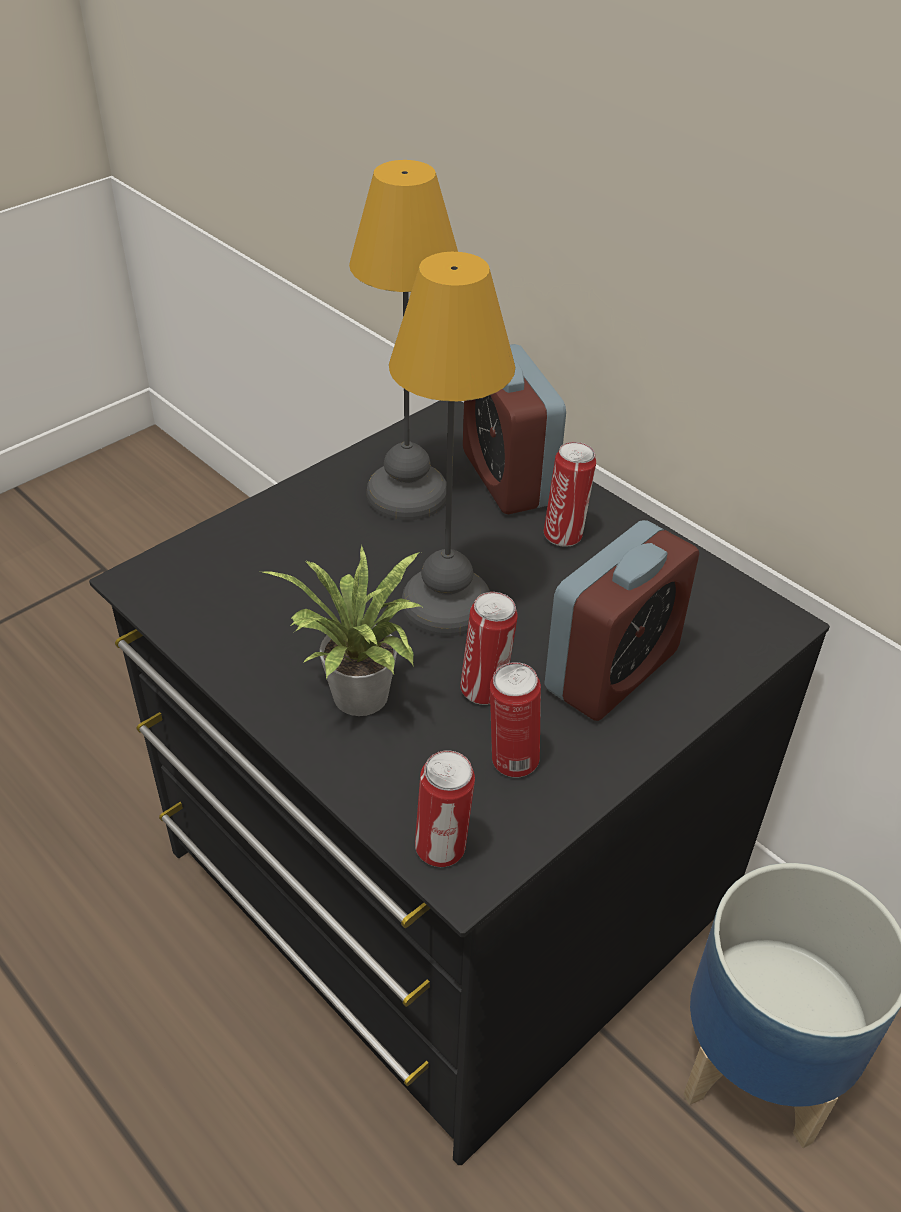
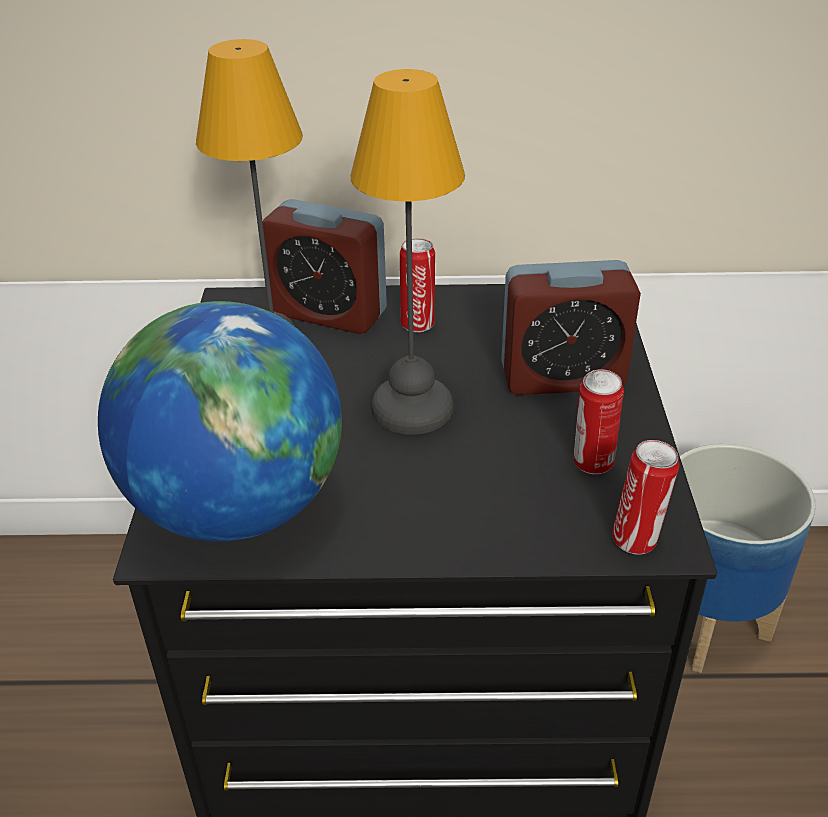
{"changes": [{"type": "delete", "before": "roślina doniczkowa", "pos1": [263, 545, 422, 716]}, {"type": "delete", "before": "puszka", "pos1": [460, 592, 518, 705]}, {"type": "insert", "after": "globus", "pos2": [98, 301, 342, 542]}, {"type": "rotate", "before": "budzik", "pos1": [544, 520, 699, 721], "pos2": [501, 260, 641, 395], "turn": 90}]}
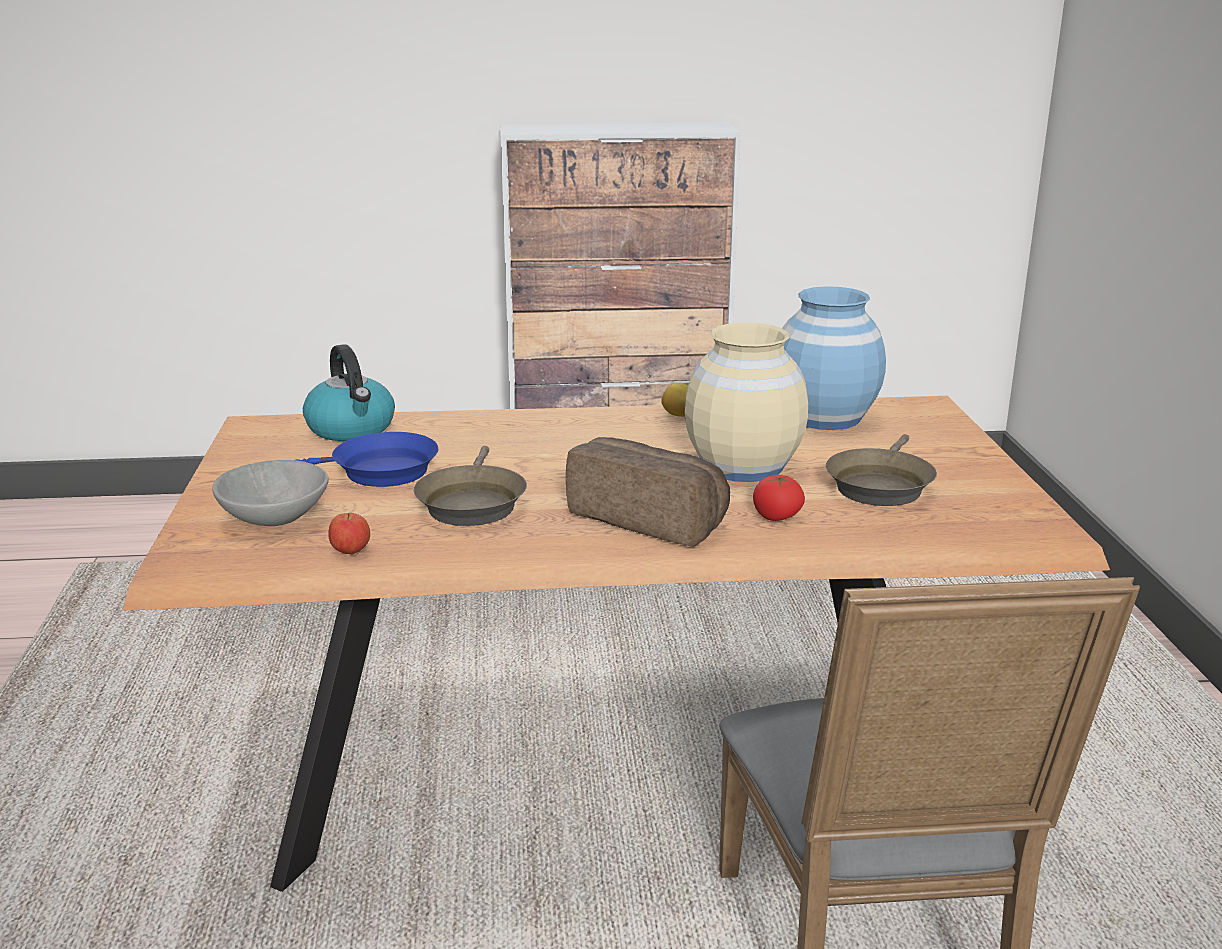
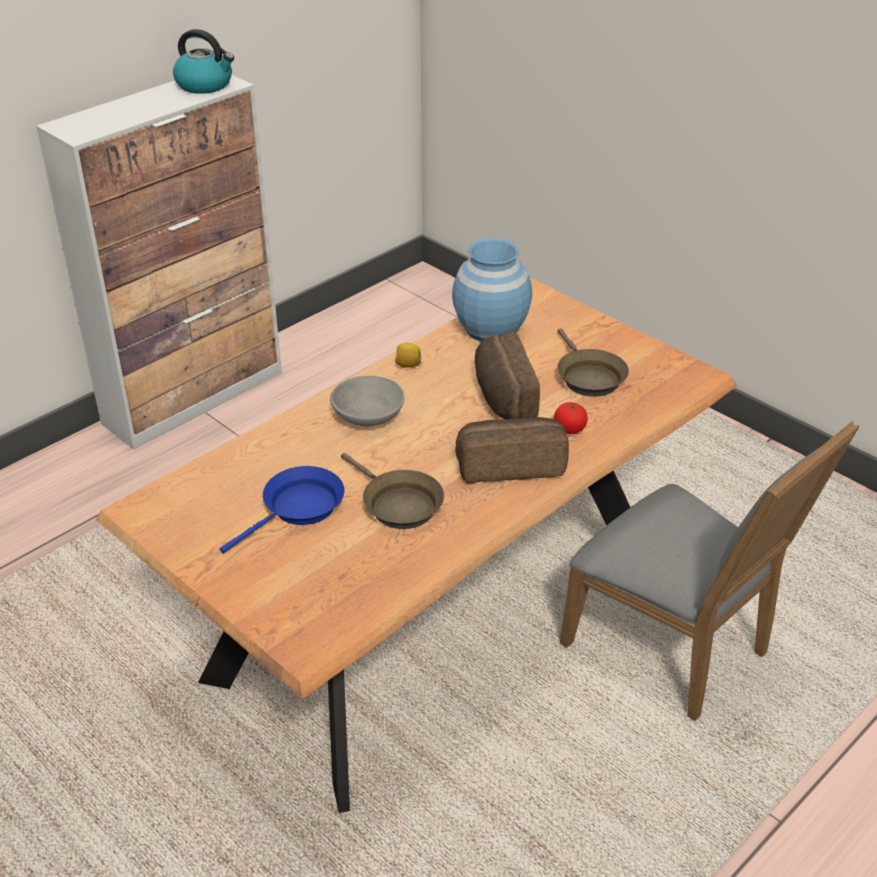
{"changes": [{"type": "delete", "before": "jabłko", "pos1": [328, 513, 370, 555]}, {"type": "move", "before": "miska/szary", "pos1": [212, 460, 329, 526], "pos2": [330, 376, 405, 426]}, {"type": "move", "before": "czajnik", "pos1": [303, 344, 395, 441], "pos2": [173, 29, 234, 94]}, {"type": "replace", "before": "wazon/beżowy", "after": "chleb", "pos1": [685, 322, 808, 482], "pos2": [475, 332, 540, 419]}]}
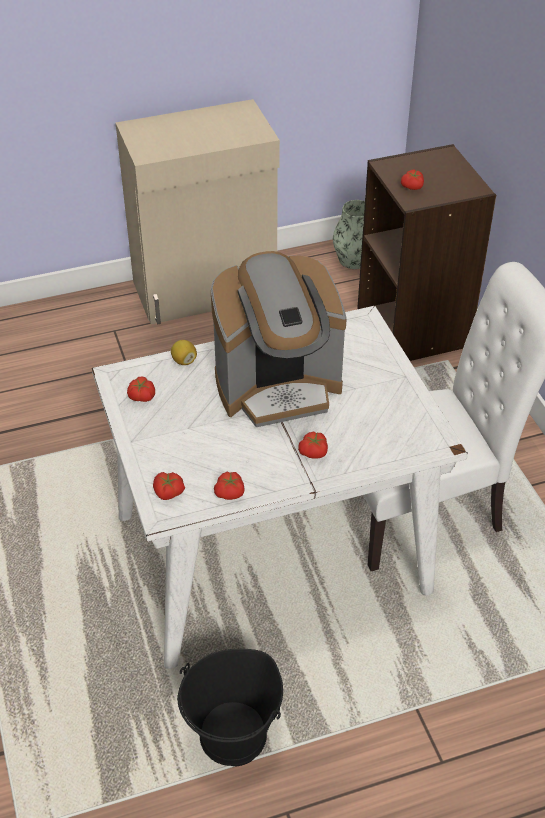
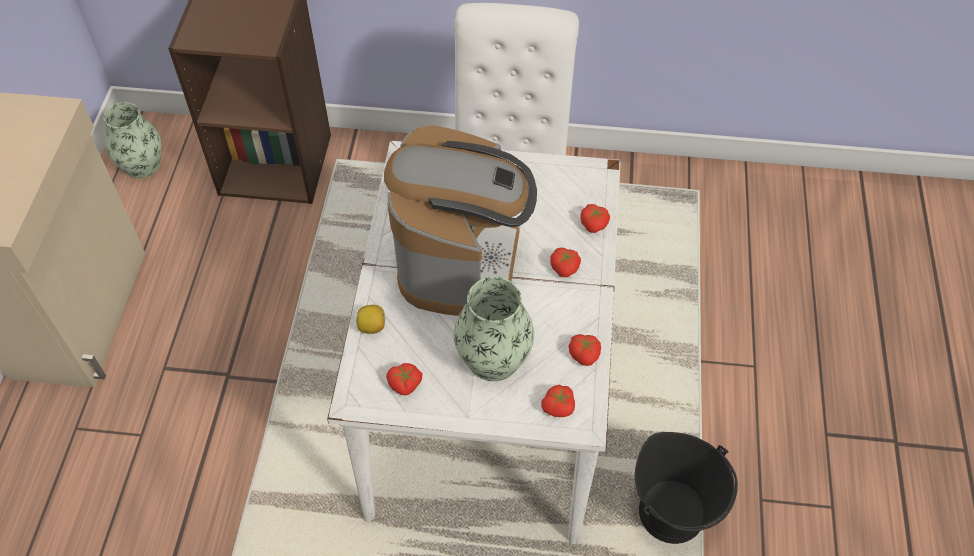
{"changes": [{"type": "insert", "after": "wazon", "pos2": [454, 277, 534, 381]}, {"type": "move", "before": "pomidor", "pos1": [401, 170, 424, 190], "pos2": [580, 204, 610, 233]}]}
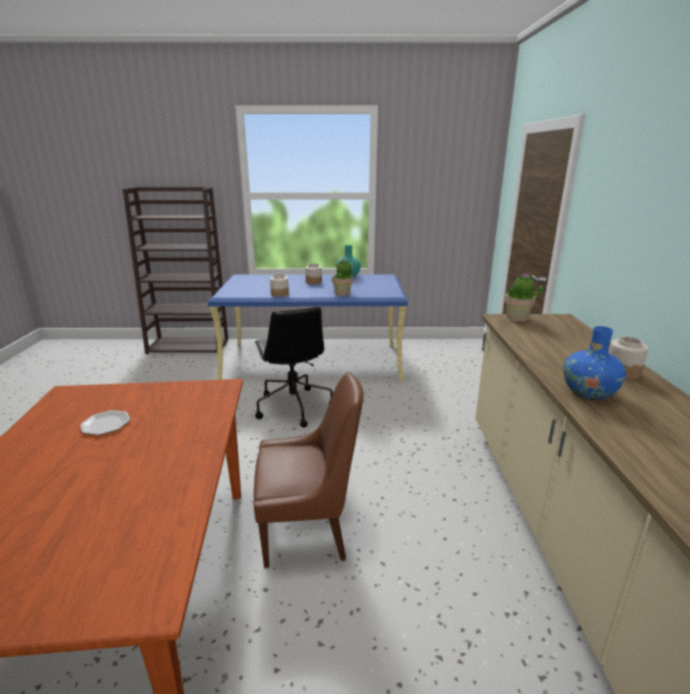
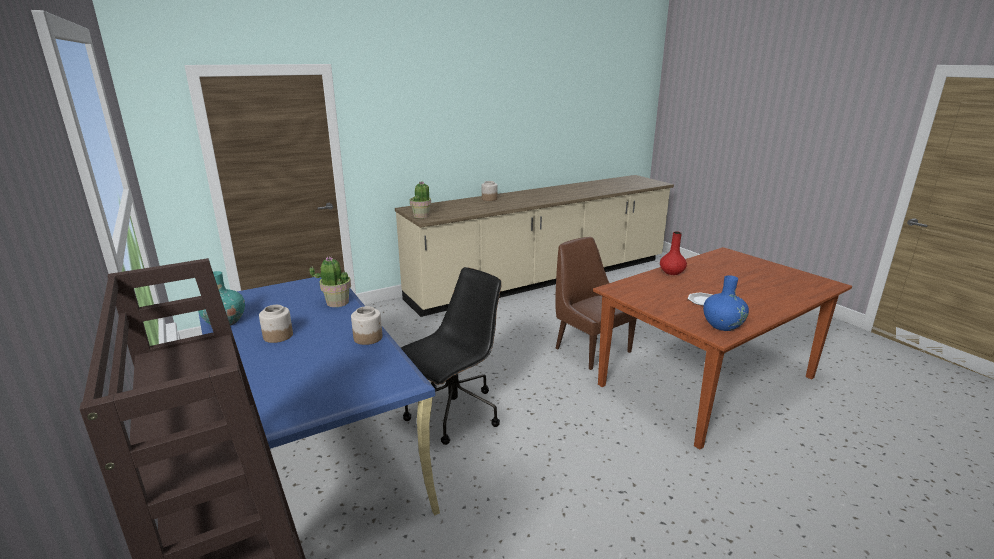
{"changes": [{"type": "insert", "after": "wazon/czerwony", "pos2": [660, 231, 687, 275]}, {"type": "move", "before": "wazon/niebieski", "pos1": [563, 326, 626, 400], "pos2": [703, 275, 749, 331]}]}
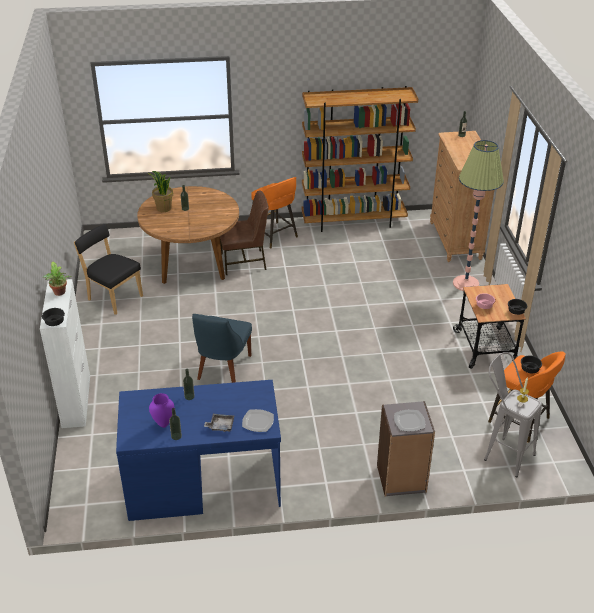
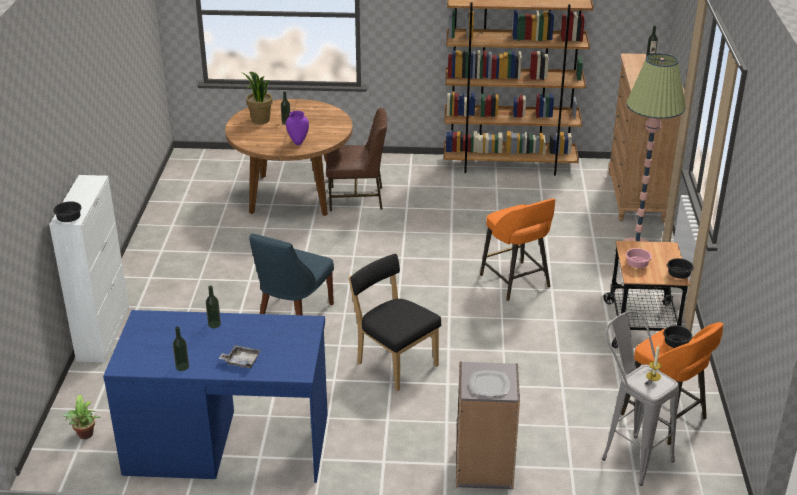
{"changes": [{"type": "delete", "before": "talerz", "pos1": [242, 409, 274, 432]}, {"type": "move", "before": "roślina doniczkowa", "pos1": [43, 261, 72, 296], "pos2": [62, 394, 101, 439]}, {"type": "move", "before": "krzesło/czarny", "pos1": [74, 224, 143, 315], "pos2": [349, 254, 441, 391]}, {"type": "move", "before": "wazon/fioletowy", "pos1": [149, 393, 174, 428], "pos2": [286, 111, 309, 145]}, {"type": "move", "before": "stołek/pomarańczowy", "pos1": [251, 177, 298, 249], "pos2": [480, 199, 555, 301]}]}
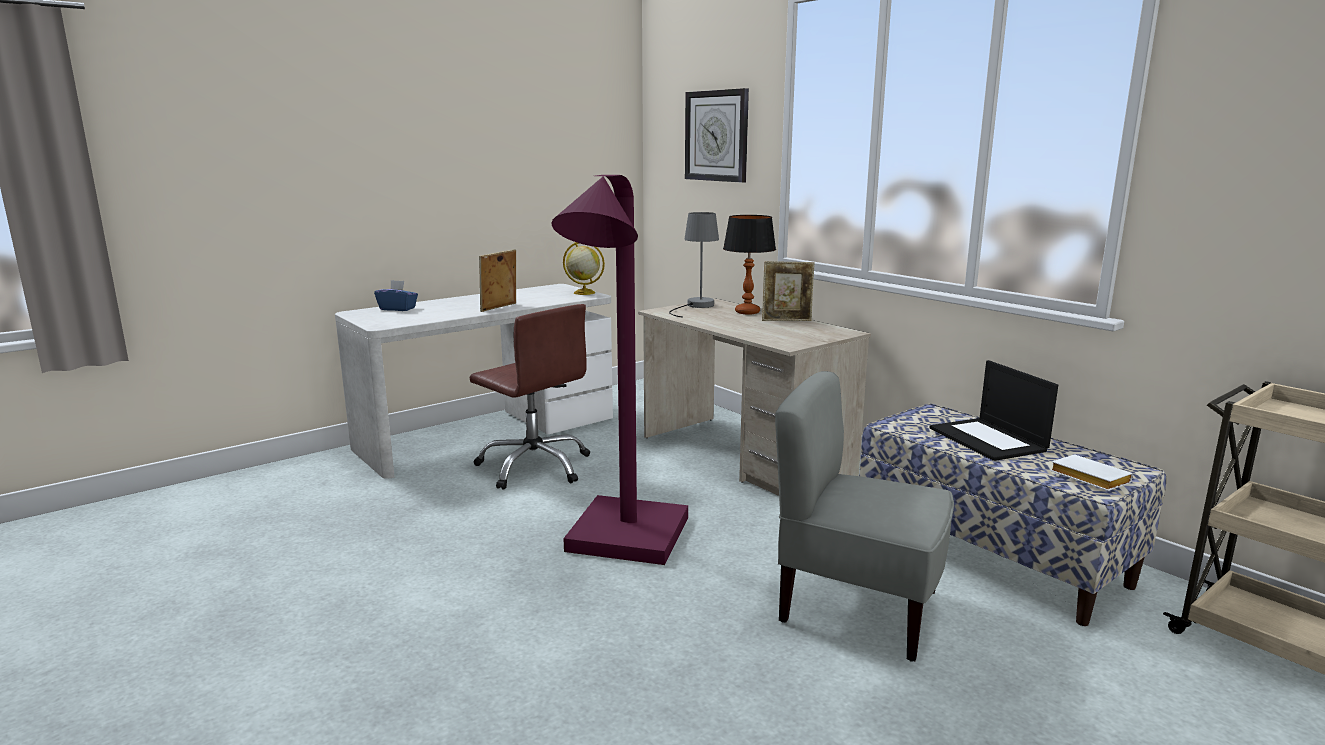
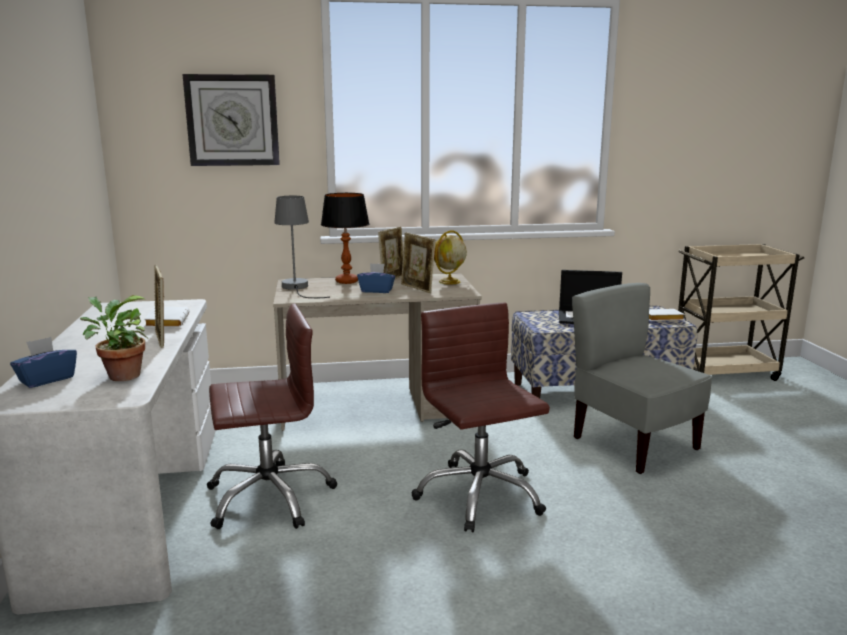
{"changes": [{"type": "insert", "after": "roślina doniczkowa", "pos2": [80, 295, 148, 381]}, {"type": "insert", "after": "książka/biały", "pos2": [144, 307, 189, 327]}, {"type": "insert", "after": "pudełko chusteczek/niebieski", "pos2": [357, 263, 395, 293]}, {"type": "insert", "after": "ramka na zdjęcie", "pos2": [401, 232, 436, 293]}, {"type": "move", "before": "globus", "pos1": [563, 242, 605, 295], "pos2": [434, 230, 467, 285]}, {"type": "replace", "before": "lampa stojąca/fioletowy", "after": "krzesło biurowe/brązowy", "pos1": [551, 175, 688, 565], "pos2": [411, 302, 550, 532]}, {"type": "rotate", "before": "krzesło/szary", "pos1": [775, 371, 954, 662], "pos2": [572, 283, 712, 474], "turn": 90}]}
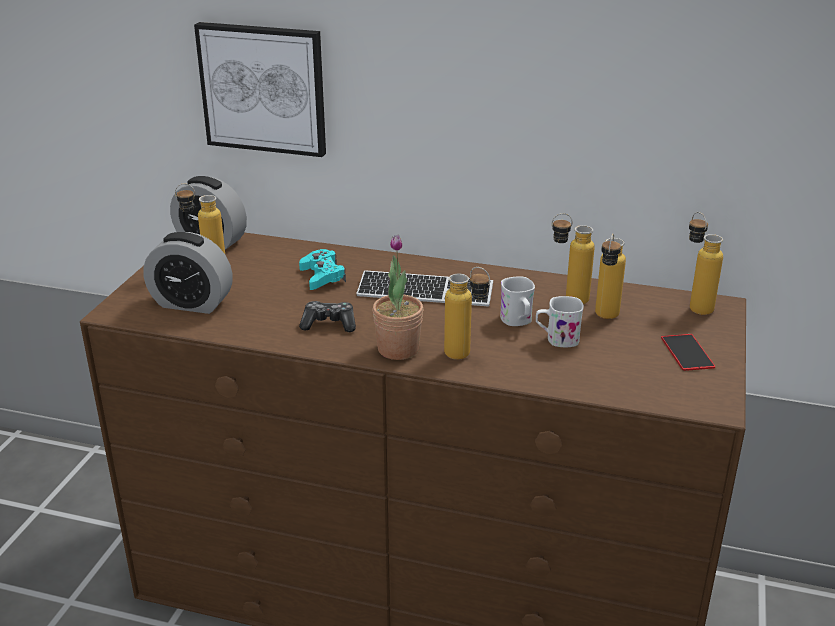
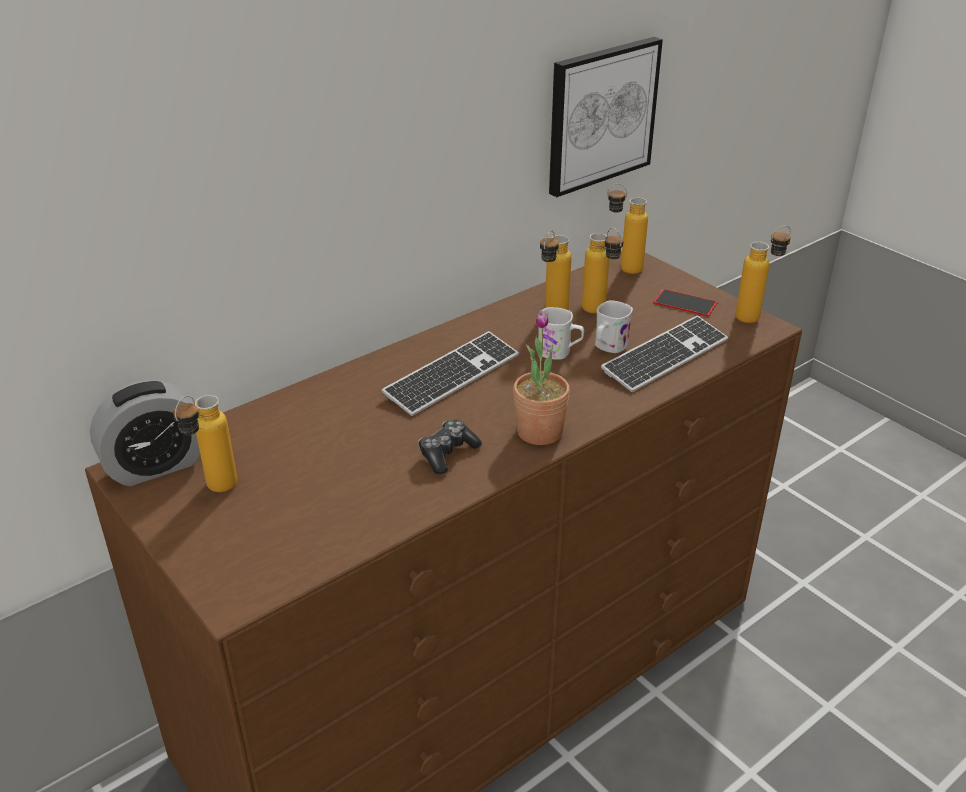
{"changes": [{"type": "delete", "before": "budzik", "pos1": [143, 232, 233, 314]}, {"type": "delete", "before": "pad do gier/turkusowy", "pos1": [299, 249, 346, 290]}, {"type": "insert", "after": "klawiatura", "pos2": [601, 316, 728, 392]}, {"type": "move", "before": "obraz", "pos1": [194, 22, 326, 157], "pos2": [549, 37, 663, 197]}, {"type": "move", "before": "butelka", "pos1": [444, 267, 490, 360], "pos2": [735, 225, 791, 323]}]}
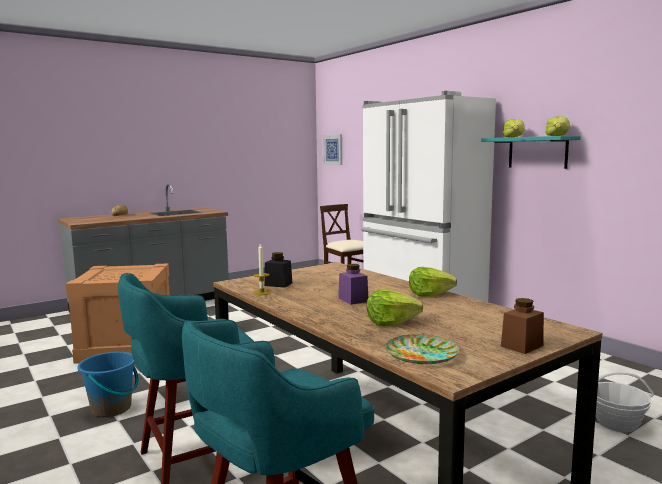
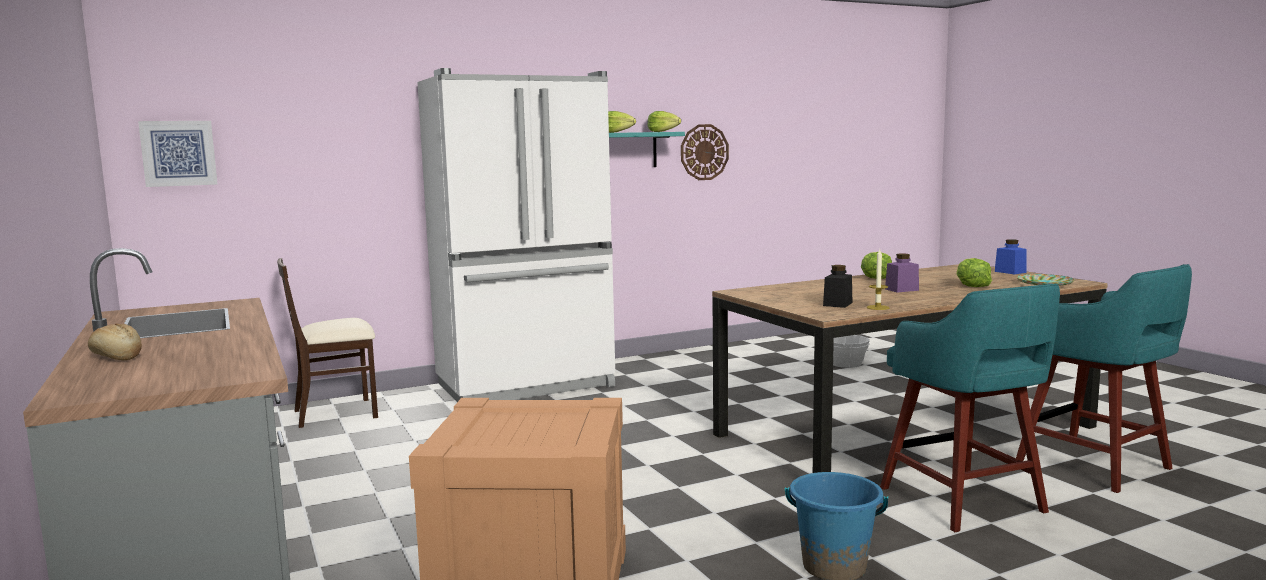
{"changes": [{"type": "insert", "after": "zegar ścienny", "pos2": [681, 124, 729, 180]}, {"type": "recolor", "before": "słoik/brązowy", "after": "słoik/niebieski", "pos1": [501, 298, 544, 354], "pos2": [995, 239, 1027, 274]}]}
